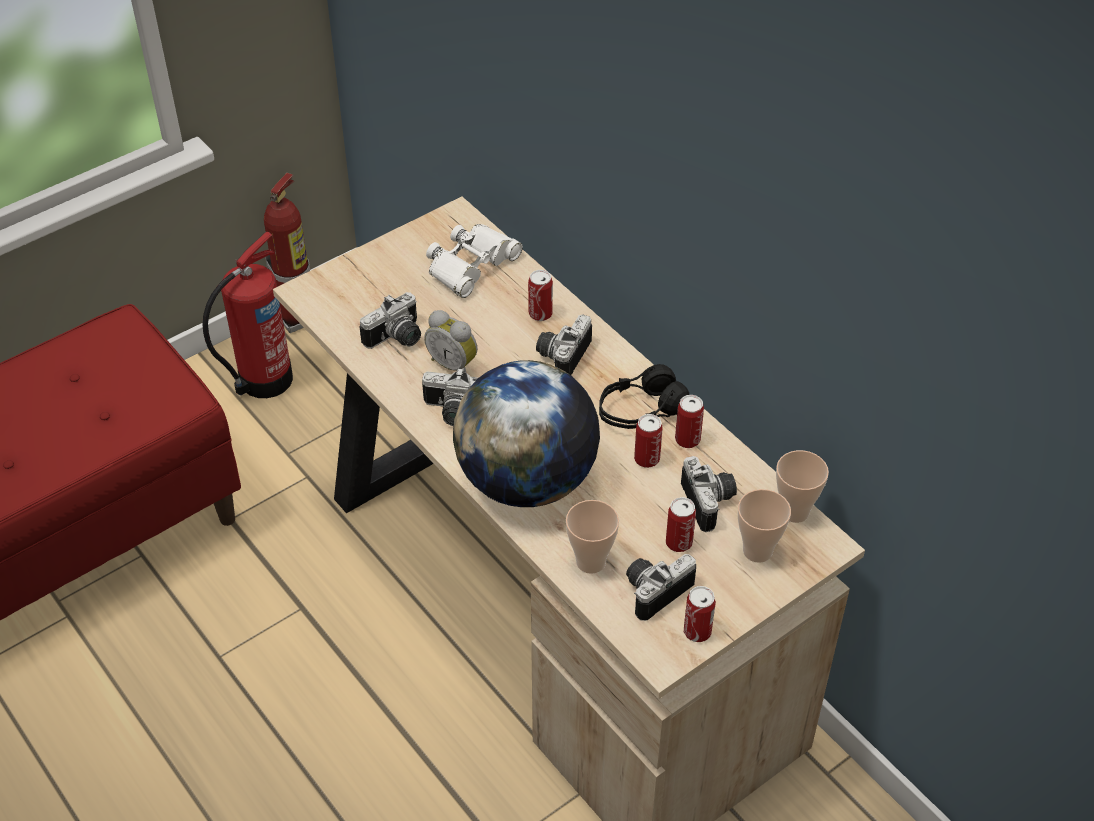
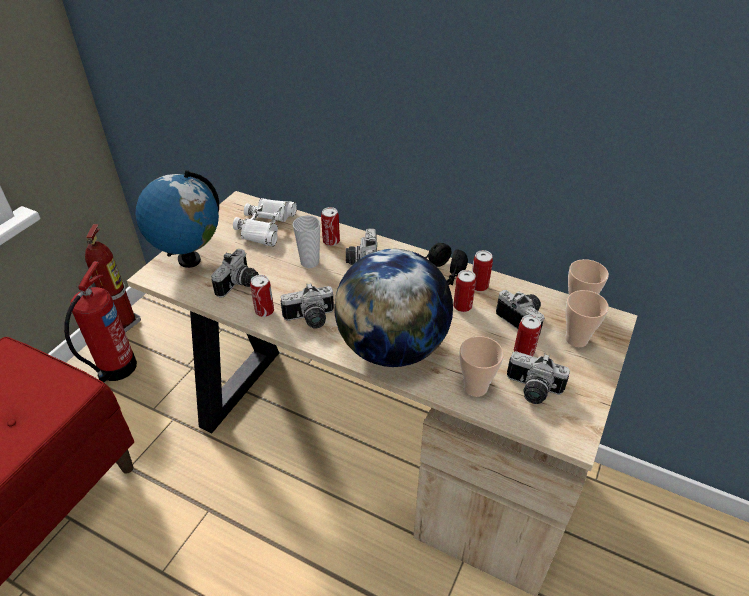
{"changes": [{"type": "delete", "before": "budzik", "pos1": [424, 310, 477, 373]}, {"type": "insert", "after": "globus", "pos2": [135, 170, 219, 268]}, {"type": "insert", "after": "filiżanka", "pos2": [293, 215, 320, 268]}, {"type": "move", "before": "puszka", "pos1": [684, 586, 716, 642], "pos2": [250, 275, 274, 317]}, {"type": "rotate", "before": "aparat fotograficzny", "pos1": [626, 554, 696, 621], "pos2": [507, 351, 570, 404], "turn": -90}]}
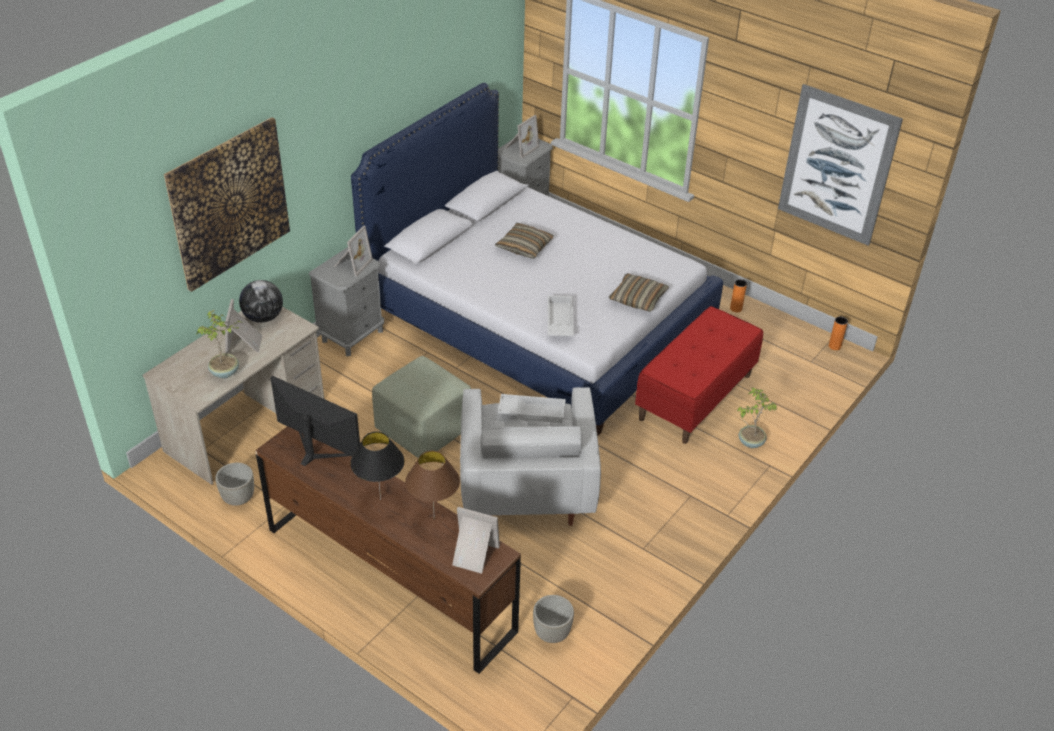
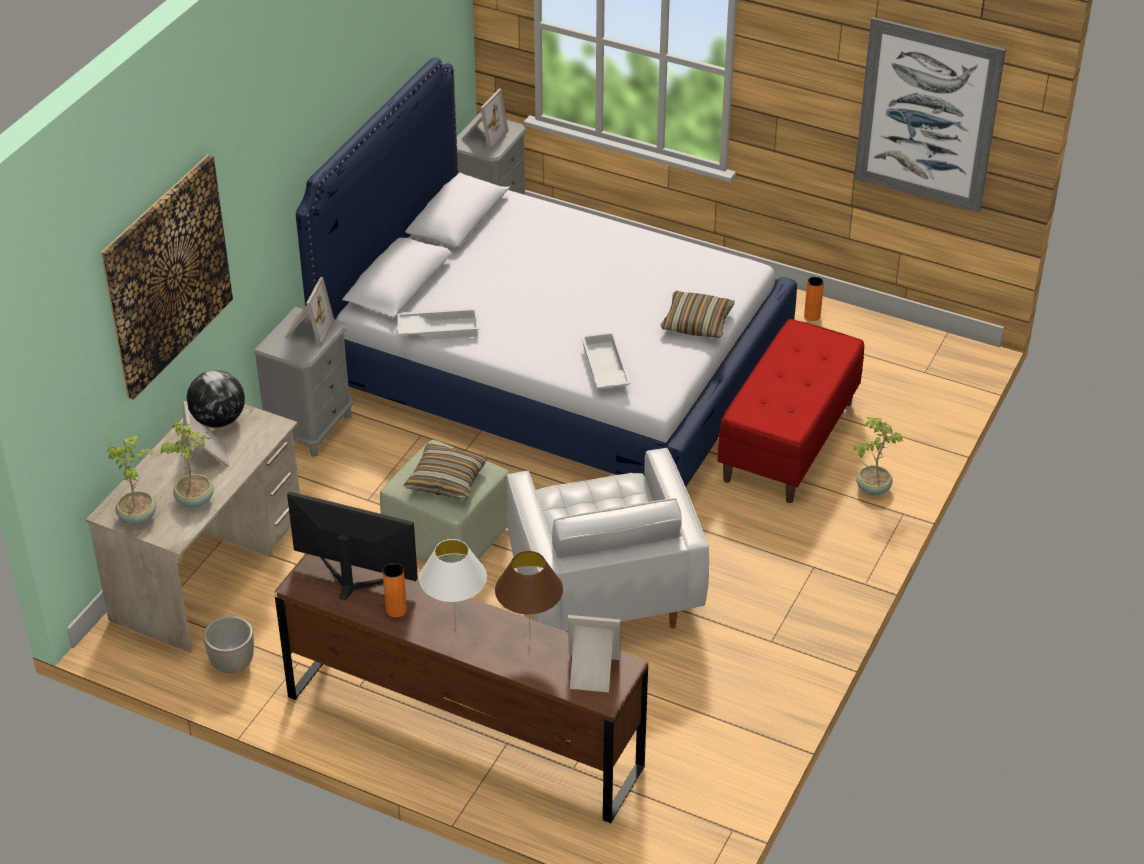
{"changes": [{"type": "delete", "before": "donica/szary", "pos1": [533, 595, 574, 643]}, {"type": "insert", "after": "roślina doniczkowa", "pos2": [107, 435, 156, 525]}, {"type": "move", "before": "poduszka", "pos1": [495, 223, 554, 259], "pos2": [404, 443, 487, 500]}, {"type": "move", "before": "taca/biały", "pos1": [498, 394, 566, 423], "pos2": [397, 308, 479, 340]}, {"type": "move", "before": "wazon/pomarańczowy", "pos1": [829, 317, 848, 350], "pos2": [383, 563, 407, 617]}, {"type": "recolor", "before": "lampa stołowa/czarny", "after": "lampa stołowa/biały", "pos1": [350, 432, 404, 500], "pos2": [419, 539, 487, 627]}]}
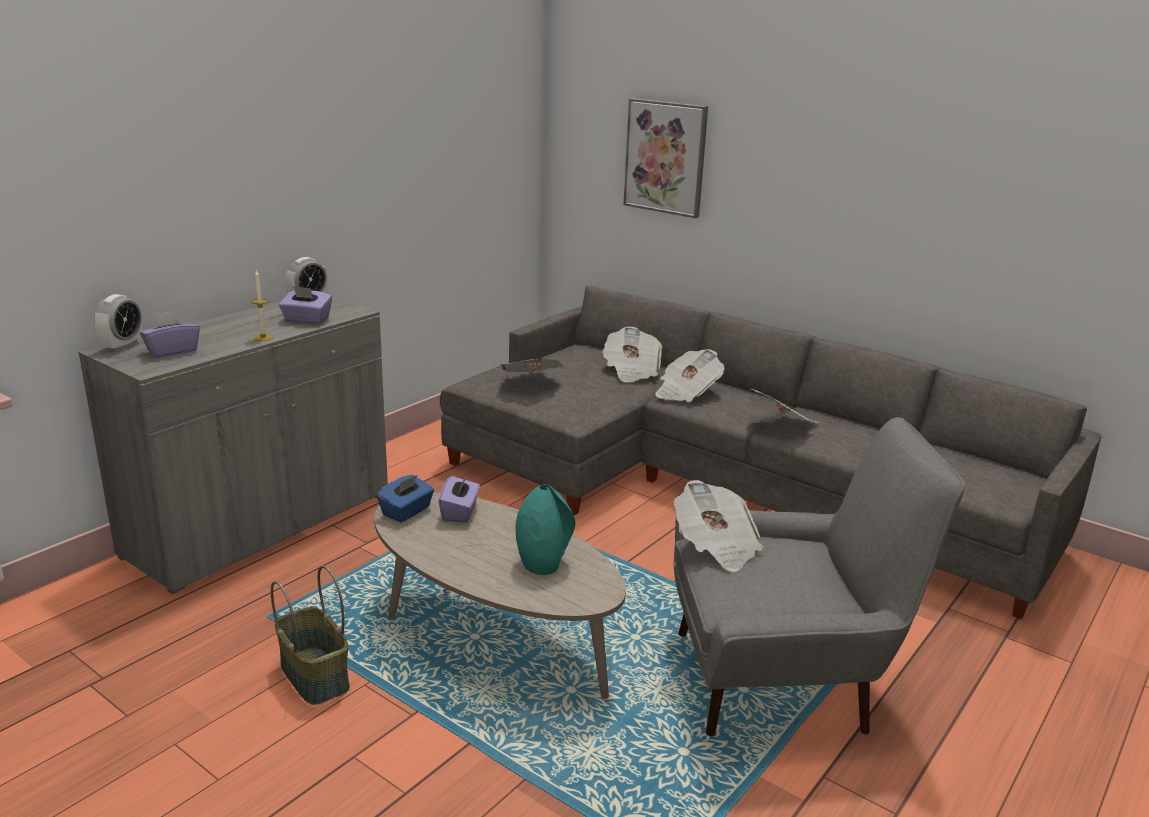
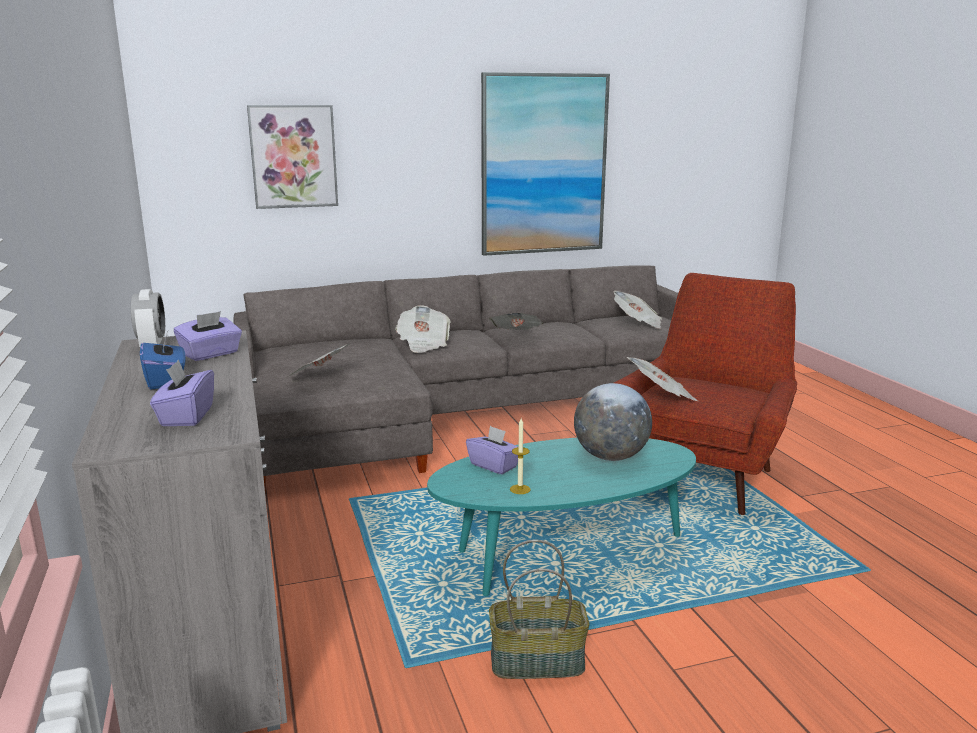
{"changes": [{"type": "delete", "before": "budzik", "pos1": [94, 294, 143, 352]}, {"type": "insert", "after": "obraz", "pos2": [481, 72, 610, 256]}, {"type": "move", "before": "świeca", "pos1": [251, 269, 273, 341], "pos2": [510, 418, 531, 494]}, {"type": "move", "before": "pudełko chusteczek/niebieski", "pos1": [377, 474, 434, 522], "pos2": [140, 332, 185, 389]}, {"type": "move", "before": "gazeta", "pos1": [602, 326, 662, 382], "pos2": [613, 291, 662, 329]}, {"type": "replace", "before": "wazon/turkusowy", "after": "globus", "pos1": [515, 485, 575, 575], "pos2": [574, 383, 652, 461]}, {"type": "recolor", "before": "ława/beżowy", "after": "ława/turkusowy", "pos1": [374, 492, 626, 699], "pos2": [427, 438, 696, 596]}, {"type": "recolor", "before": "fotel/szary", "after": "fotel/czerwony", "pos1": [673, 417, 966, 736], "pos2": [614, 273, 797, 515]}]}
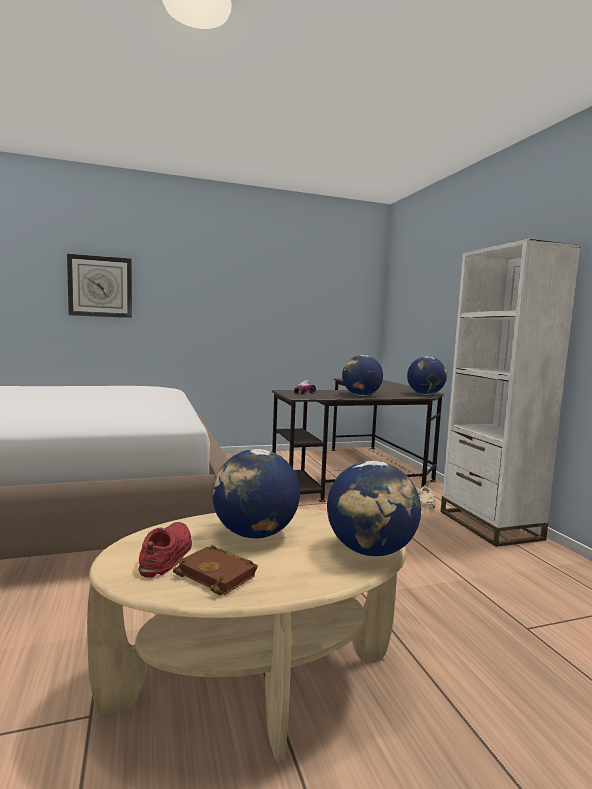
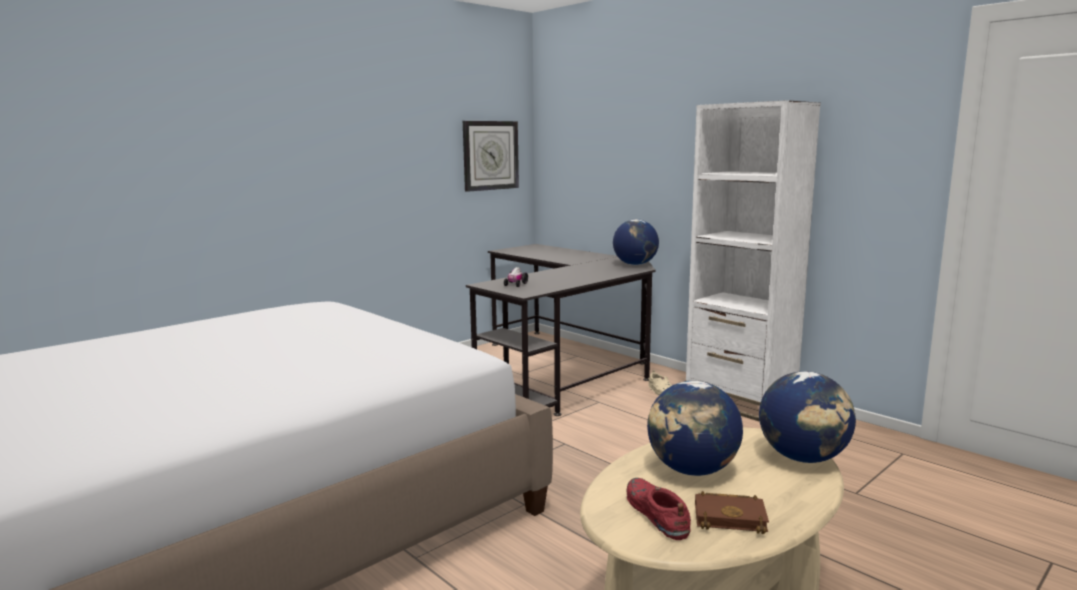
{"changes": [{"type": "delete", "before": "globus", "pos1": [342, 355, 383, 396]}, {"type": "move", "before": "zegar ścienny", "pos1": [67, 254, 132, 318], "pos2": [463, 121, 519, 192]}]}
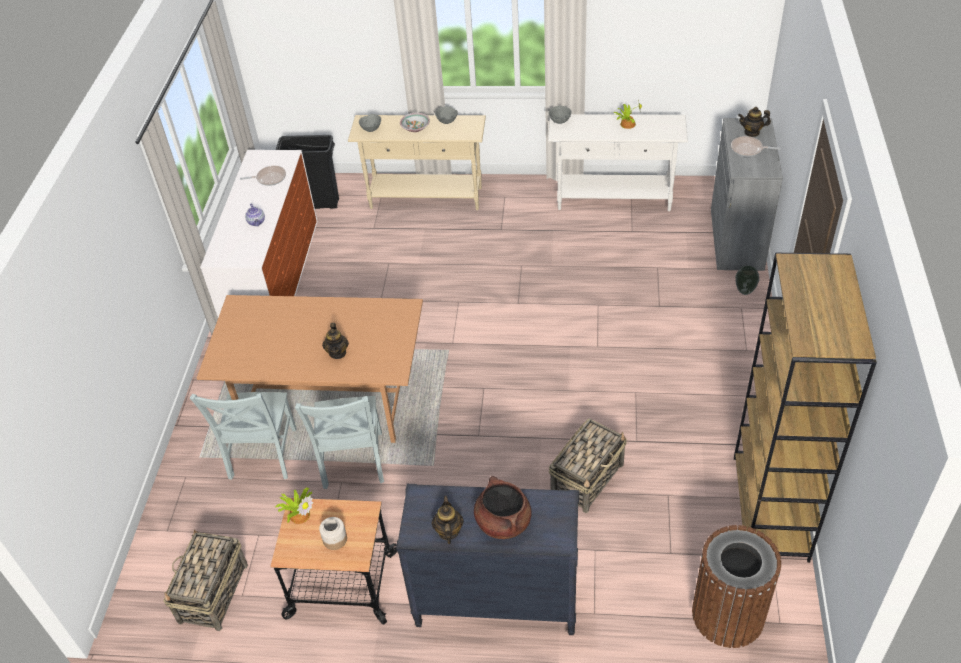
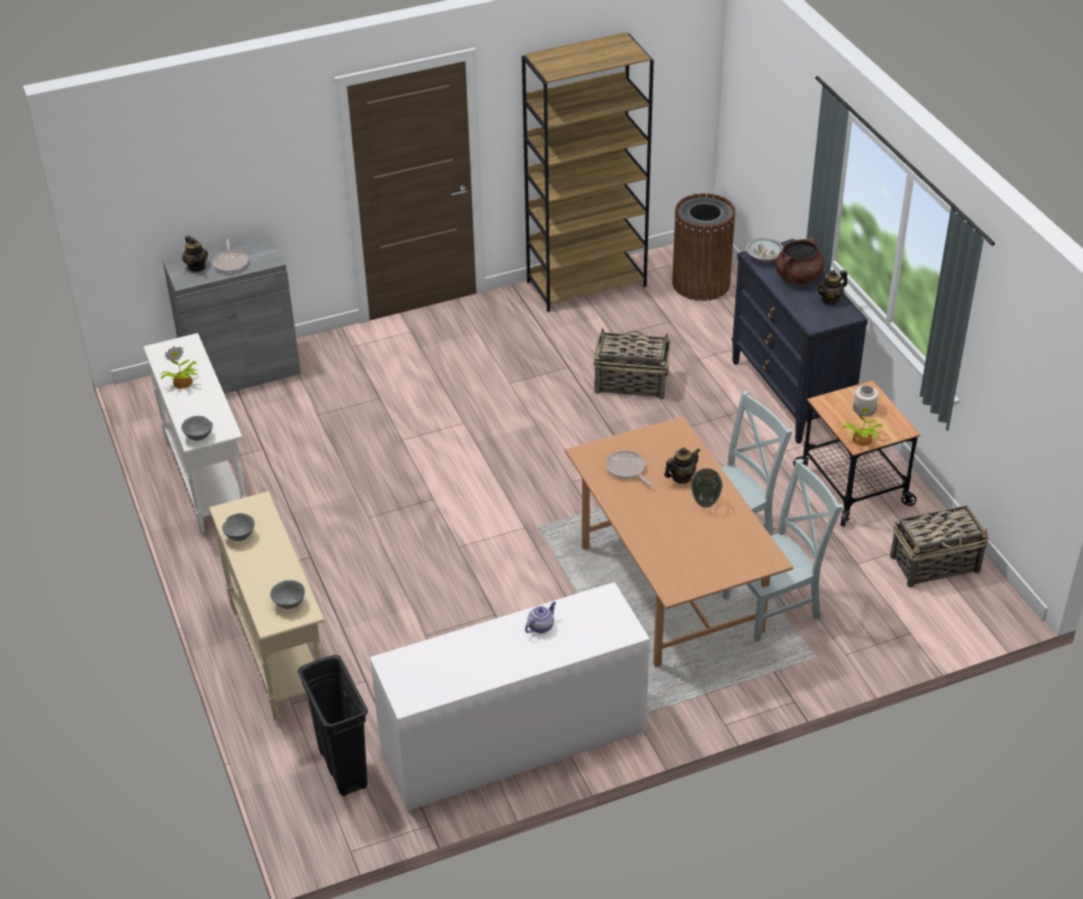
{"changes": [{"type": "move", "before": "patelnia", "pos1": [240, 166, 286, 186], "pos2": [606, 451, 653, 486]}, {"type": "move", "before": "miska", "pos1": [400, 113, 430, 132], "pos2": [746, 238, 783, 262]}, {"type": "move", "before": "wazon", "pos1": [735, 266, 759, 295], "pos2": [691, 468, 723, 508]}]}
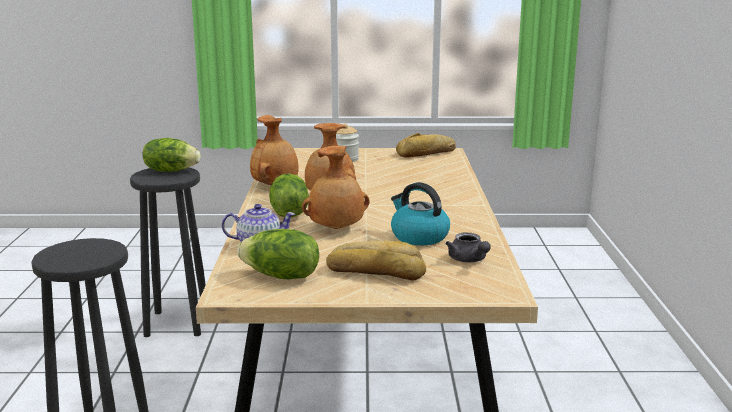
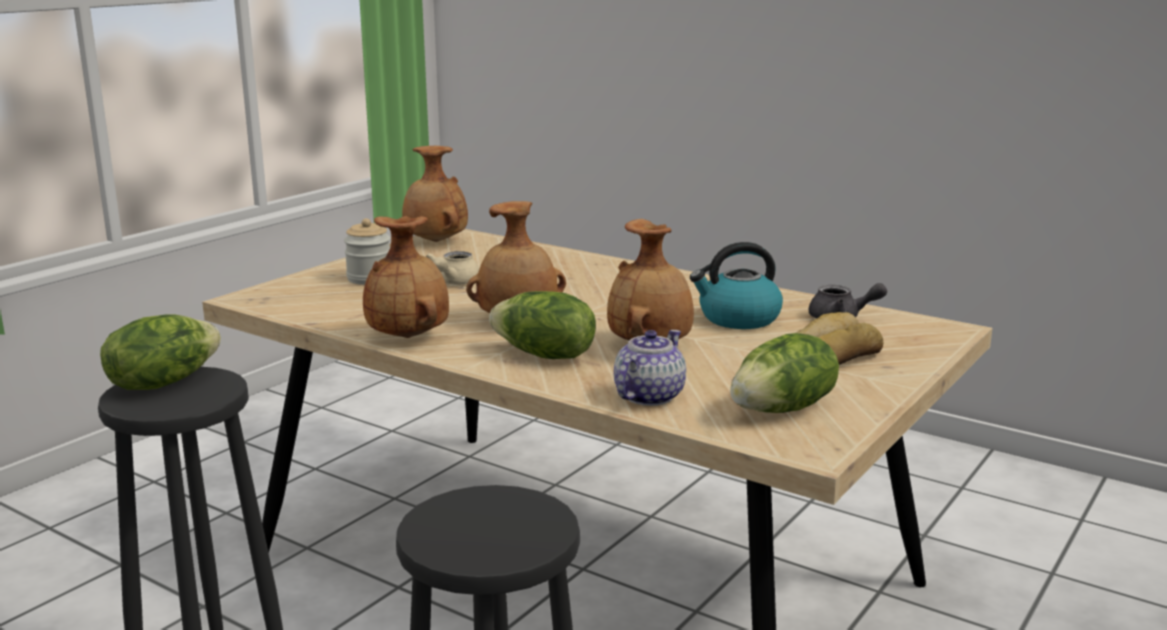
{"changes": [{"type": "insert", "after": "imbryk/beżowy", "pos2": [426, 251, 479, 285]}, {"type": "replace", "before": "chleb", "after": "wazon/brązowy", "pos1": [396, 133, 456, 158], "pos2": [402, 146, 468, 242]}]}
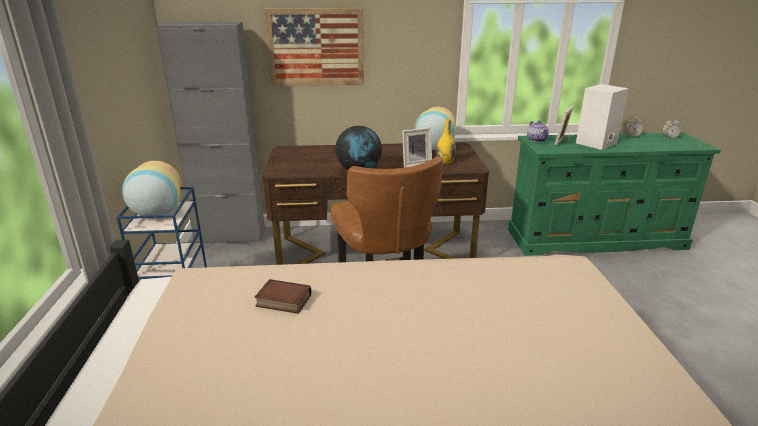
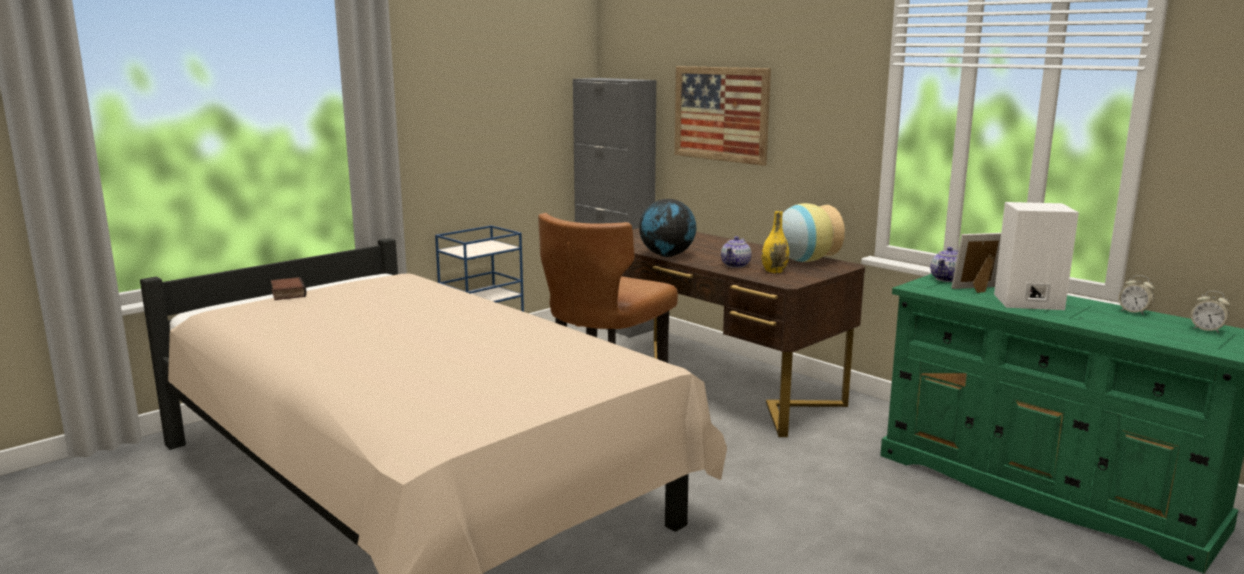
{"changes": [{"type": "delete", "before": "wazon", "pos1": [122, 161, 181, 216]}, {"type": "move", "before": "książka", "pos1": [255, 279, 311, 314], "pos2": [271, 277, 307, 300]}, {"type": "replace", "before": "ramka na zdjęcie", "after": "imbryk", "pos1": [402, 128, 432, 168], "pos2": [721, 236, 752, 268]}]}
